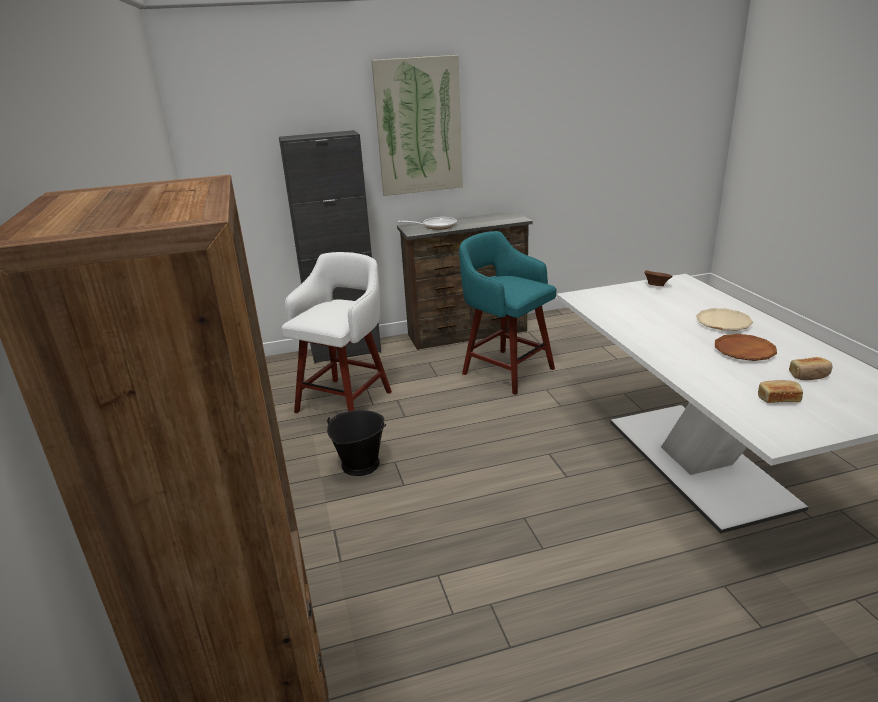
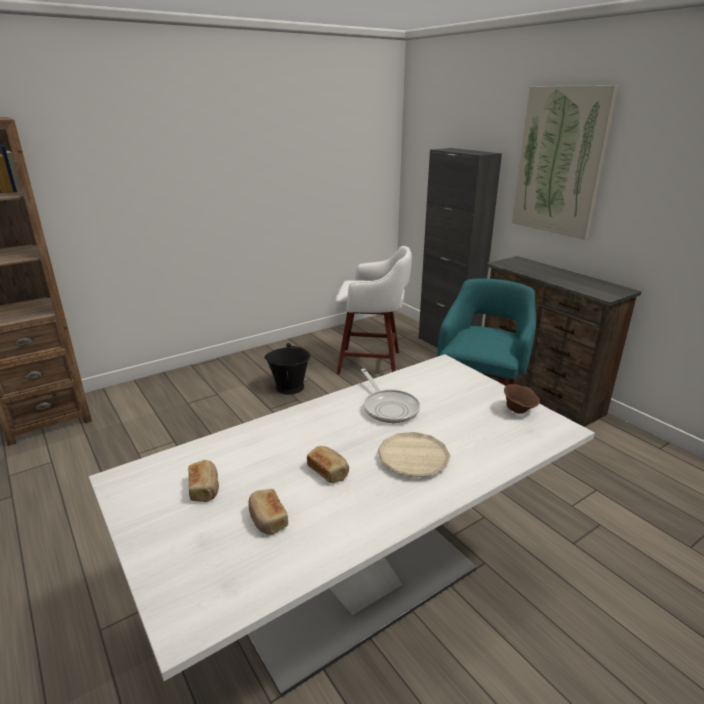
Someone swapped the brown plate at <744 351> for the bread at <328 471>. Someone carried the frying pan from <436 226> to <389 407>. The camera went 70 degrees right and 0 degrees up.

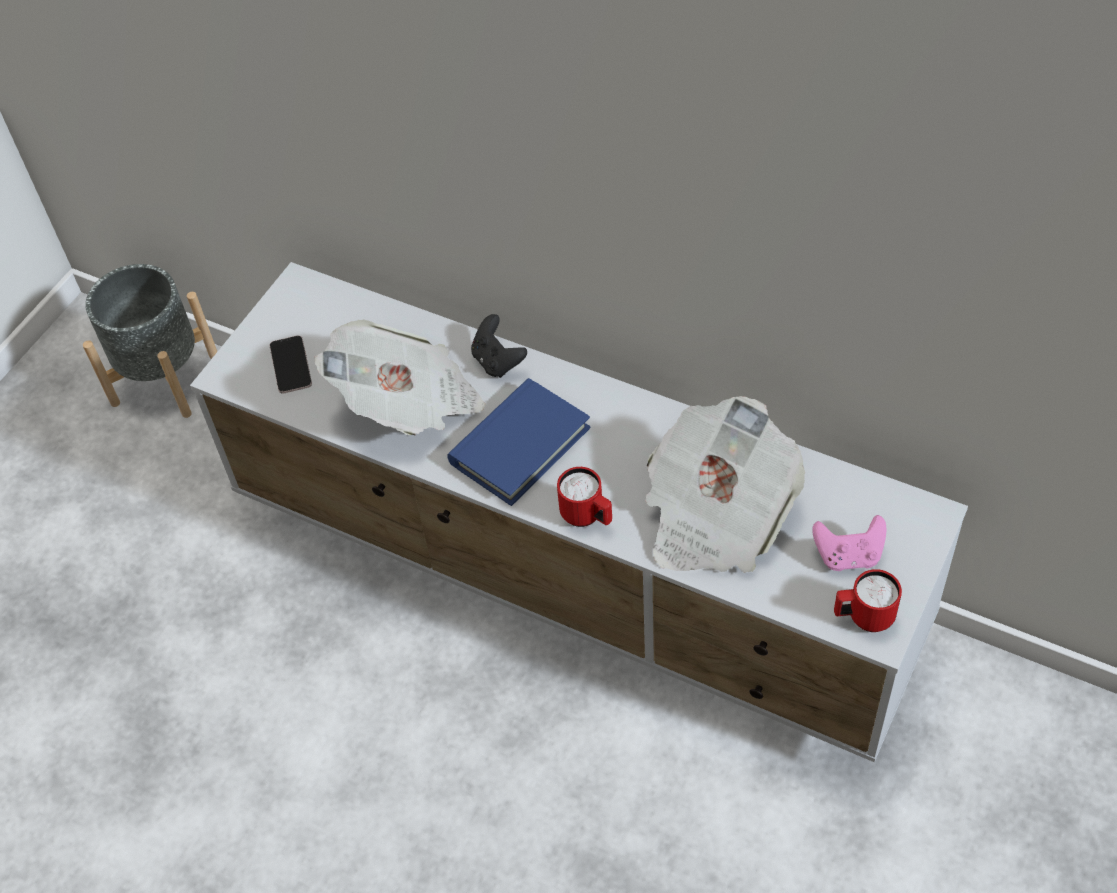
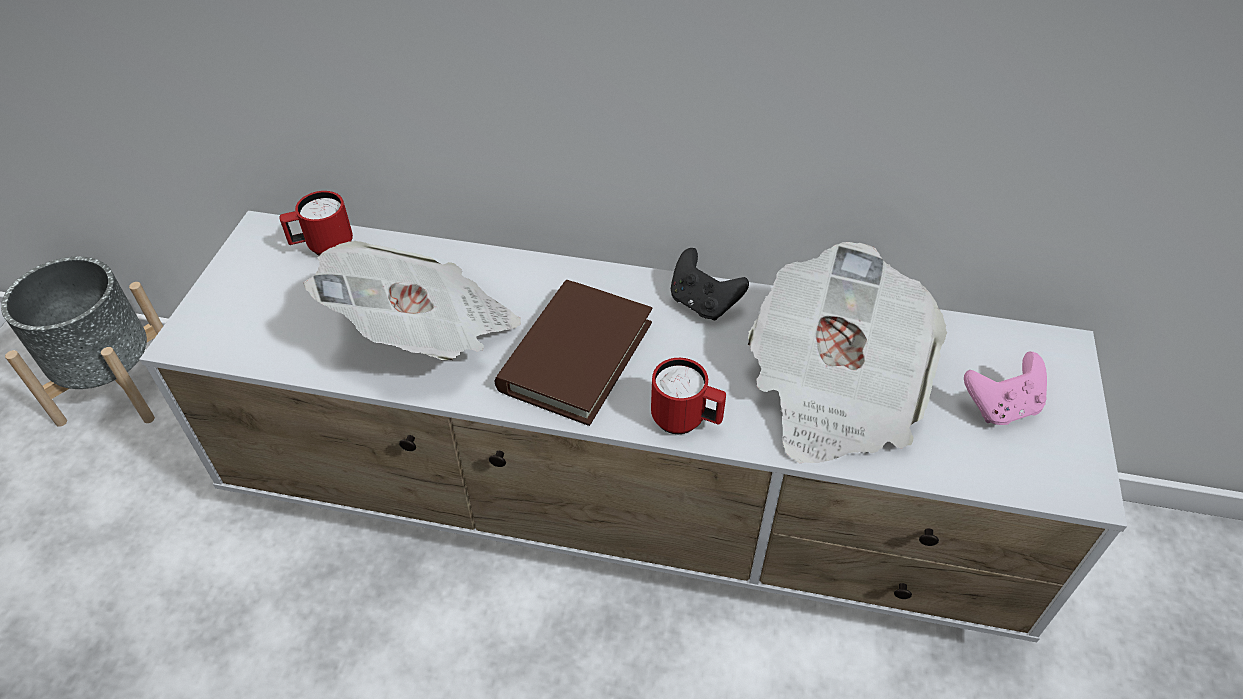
Someone carried the red mug from <863 617> to <323 248>. Someone repainted the blue book at <520 445>, which became the brown book at <576 356>. Someone carried the black game controller from <498 361> to <703 303>. Someone took away the phone at <290 365>. The camera went 20 degrees left and 5 degrees down.

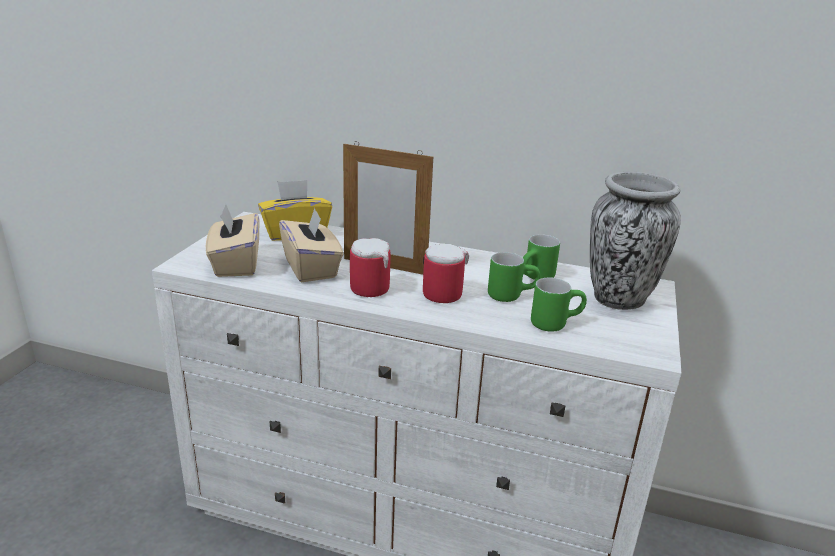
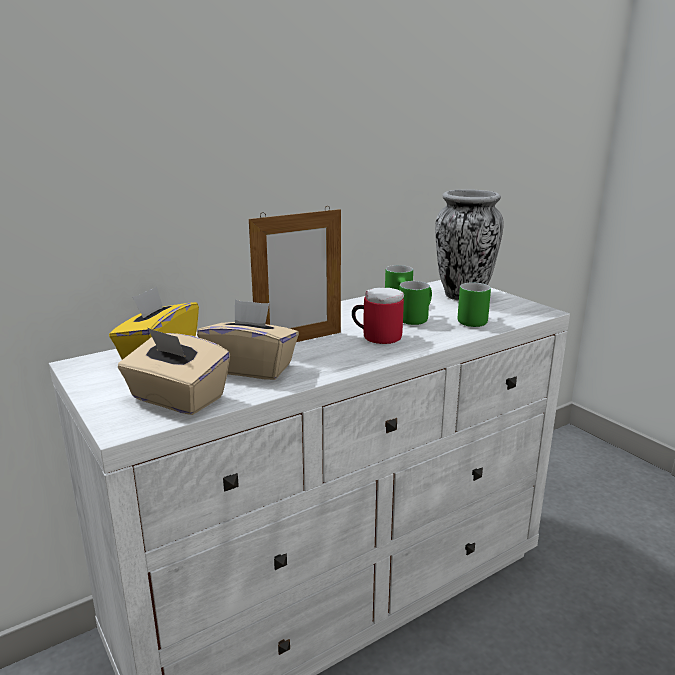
Someone took away the mug at <374 287>. The camera went 50 degrees left and 5 degrees down.

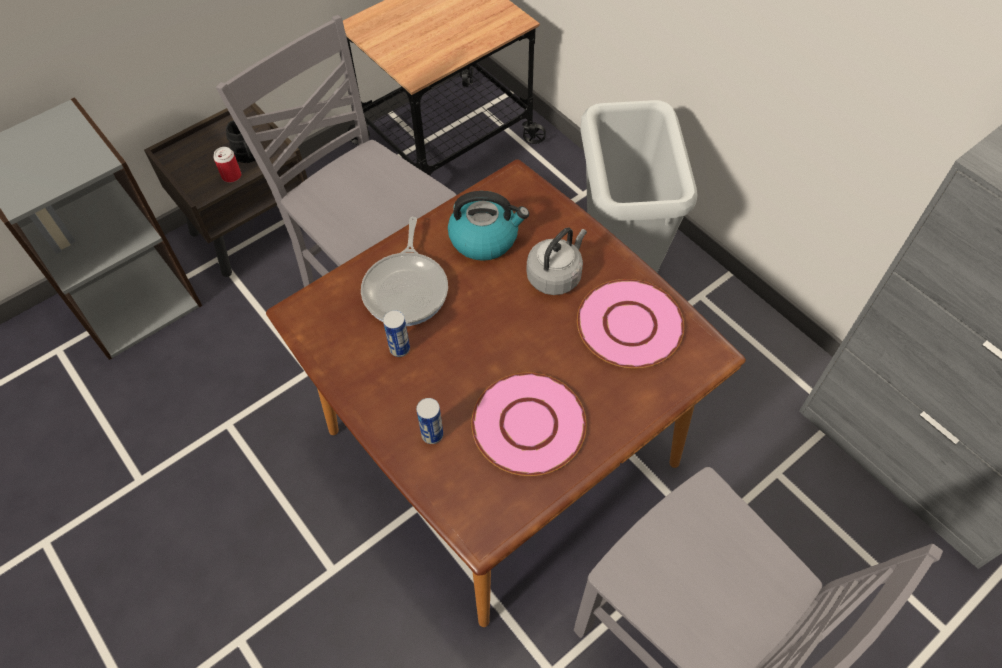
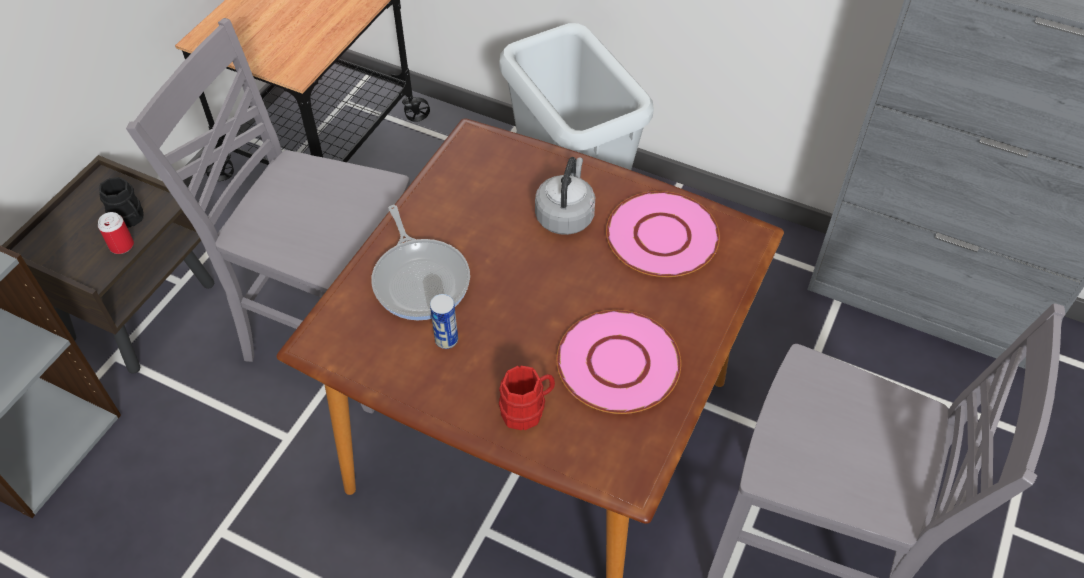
Someone swapped the can at <432 434> for the red mug at <528 409>. Someone took away the kettle at <485 238>. The camera went 25 degrees left and 5 degrees down.

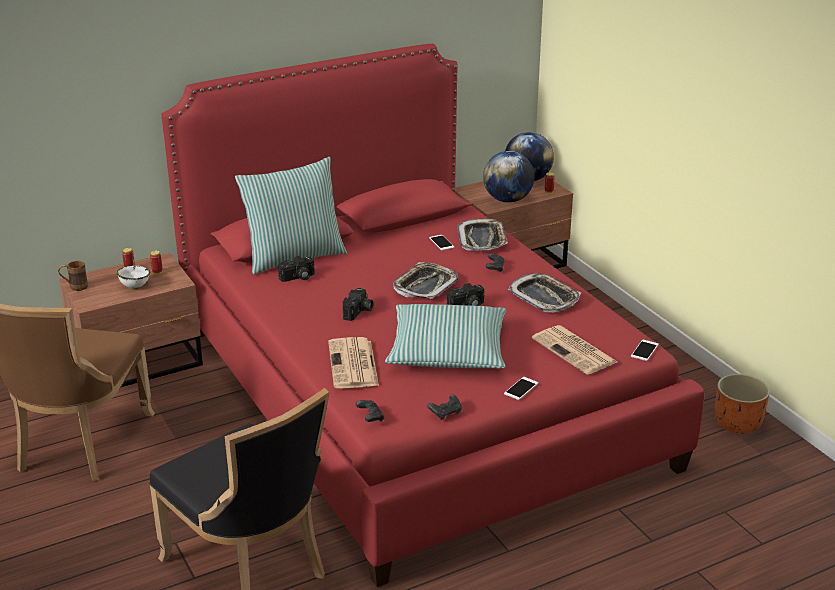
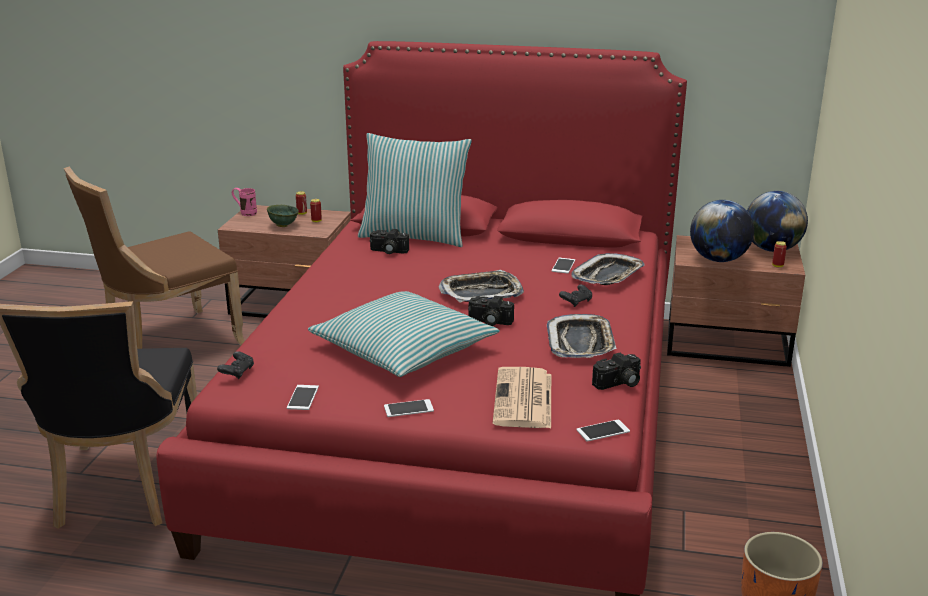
Someone repainted the brown mug at <74 287>, which became the pink mug at <245 213>. Someone repainted the white bowl at <134 287>, which became the green bowl at <283 225>. Someone swapped the black game controller at <445 413> for the phone at <303 397>. Someone carried the photo camera from <358 312> to <619 384>. Someone took away the newspaper at <353 365>. The camera went 40 degrees right and 5 degrees down.

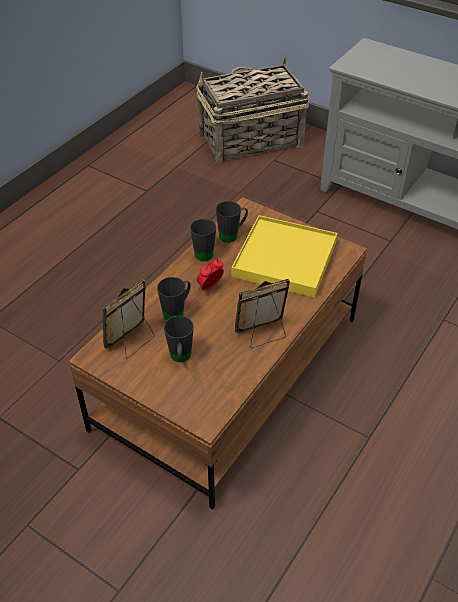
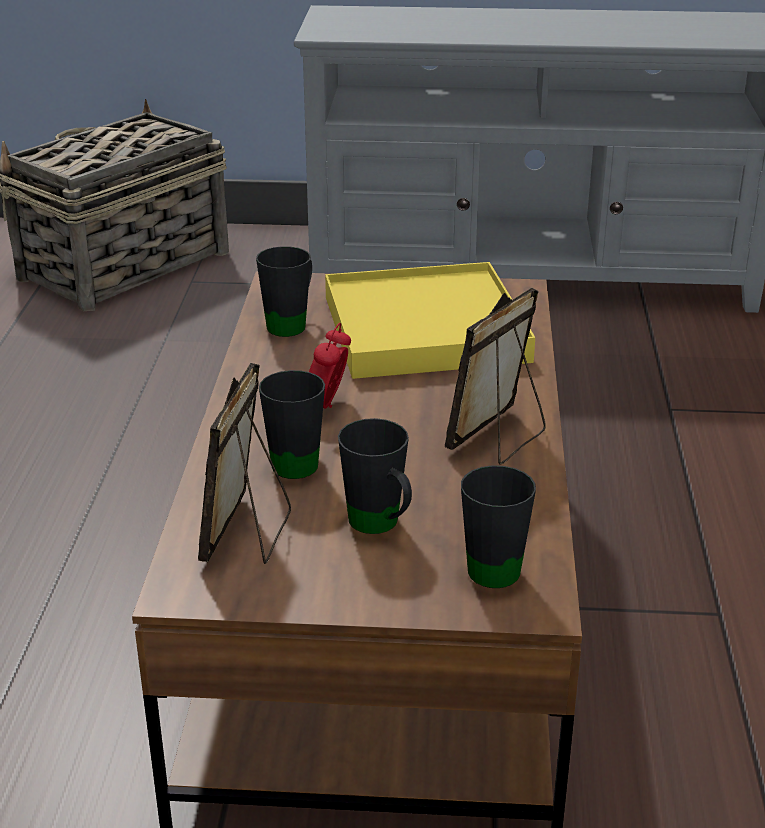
Someone carried the black mug from <204 251> to <486 563>. The camera went 30 degrees left and 15 degrees down.

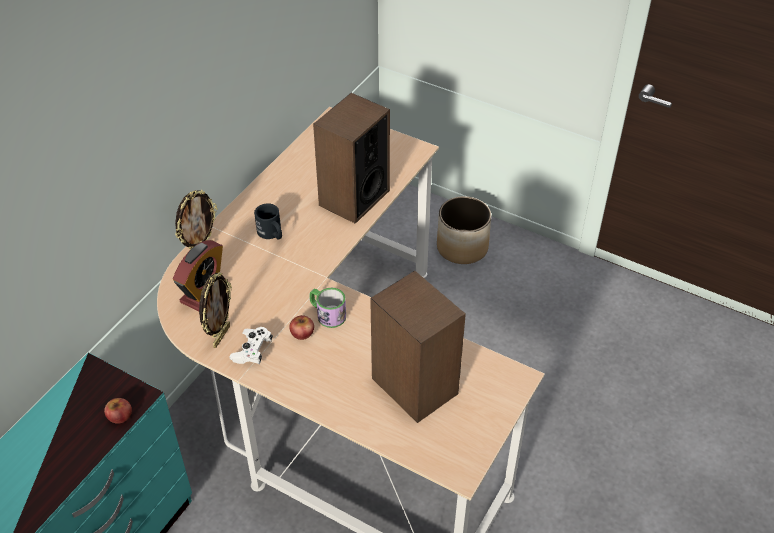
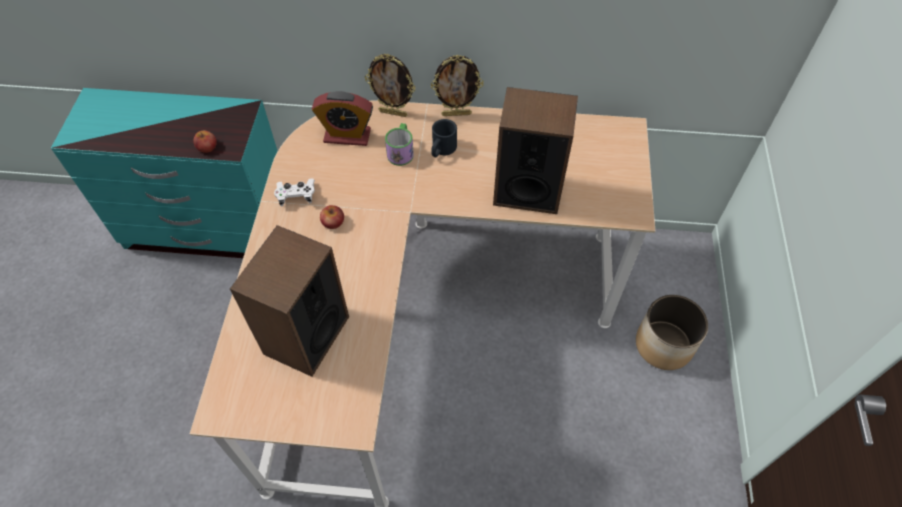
Someone carried the mug from <327 314> to <401 151>. Someone carried the picture frame from <221 336> to <456 114>. The camera went 65 degrees right and 10 degrees up.

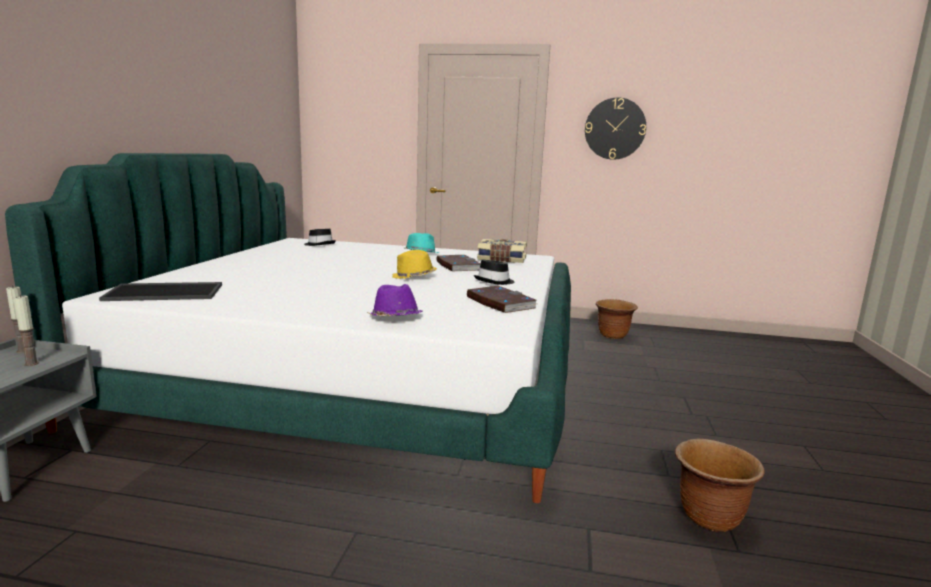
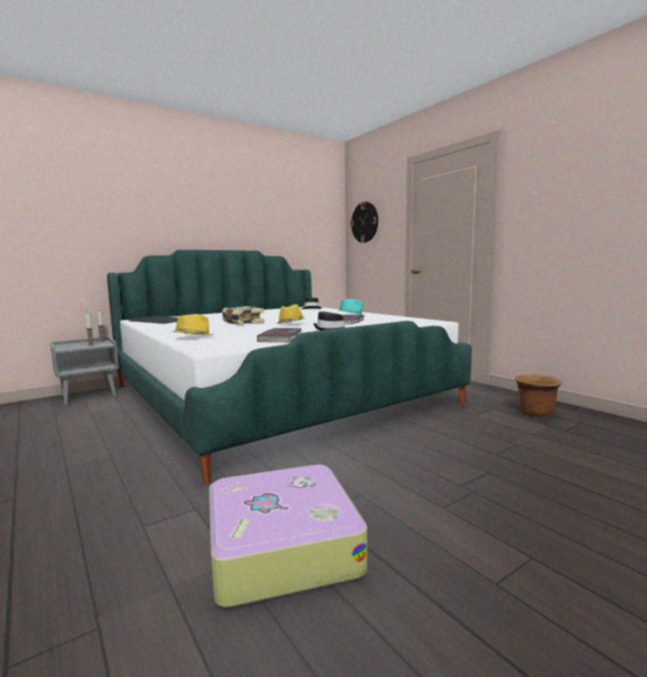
Someone repainted the purple hat at <395 319>, which became the yellow hat at <193 337>. Someone swapped the brown planter at <709 517> for the suitcase at <281 547>. Someone carried the book from <501 260> to <242 323>. Someone carried the wall clock from <615 129> to <365 222>. The camera went 45 degrees right and 5 degrees down.

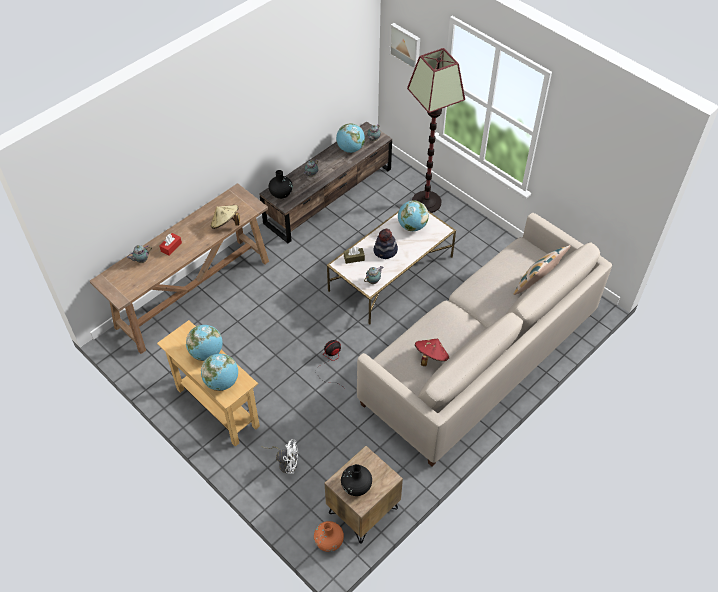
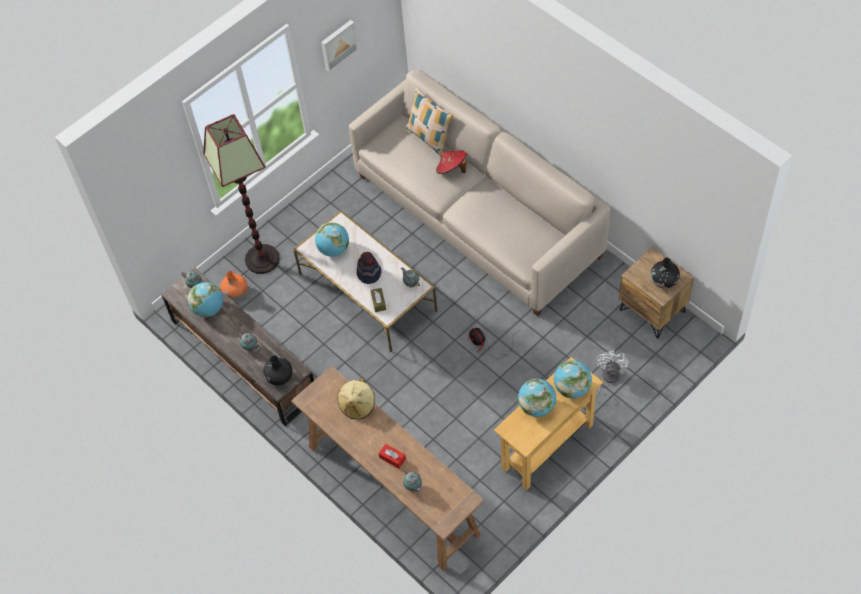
Someone carried the orange vase from <329 541> to <236 292>. Someone carried the picture from <406 45> to <338 44>. Someone carried the red hat from <430 357> to <452 169>. The camera went 85 degrees left and 5 degrees up.

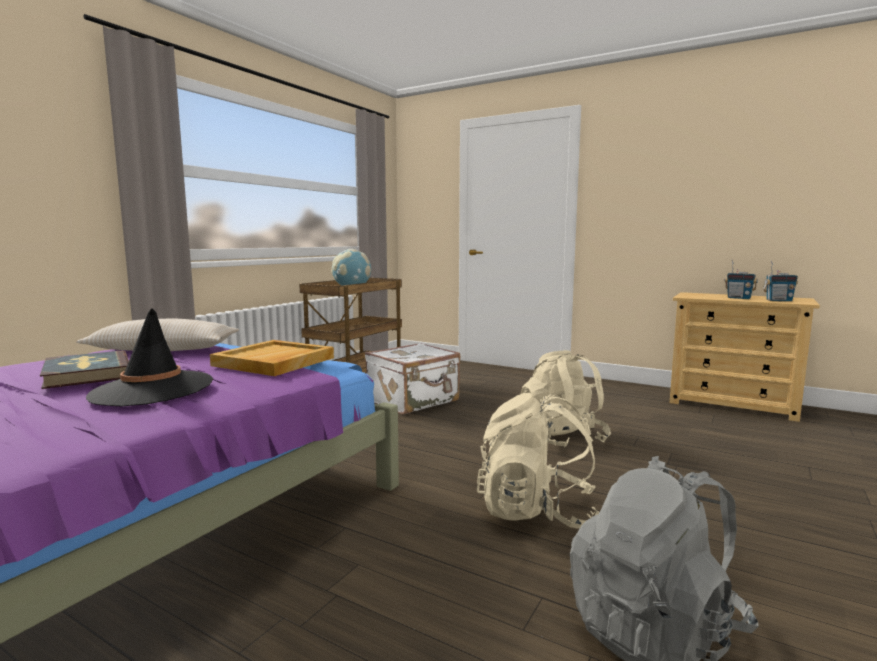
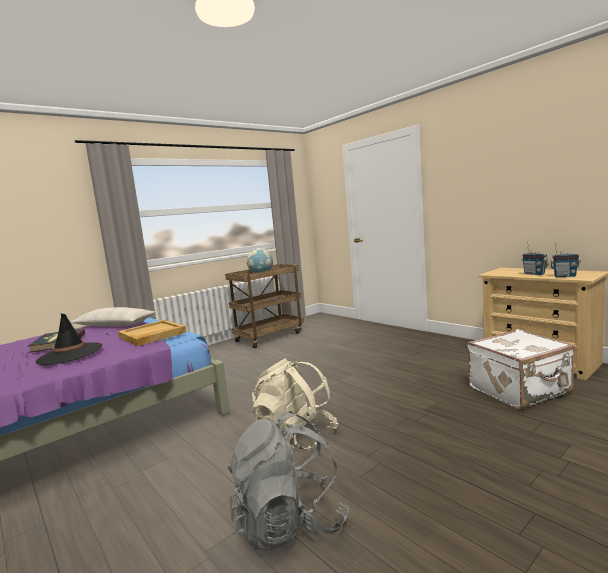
Someone carried the white suitcase from <414 401> to <520 391>. Someone took away the beige backpack at <561 437>. The camera went 20 degrees right and 0 degrees up.

